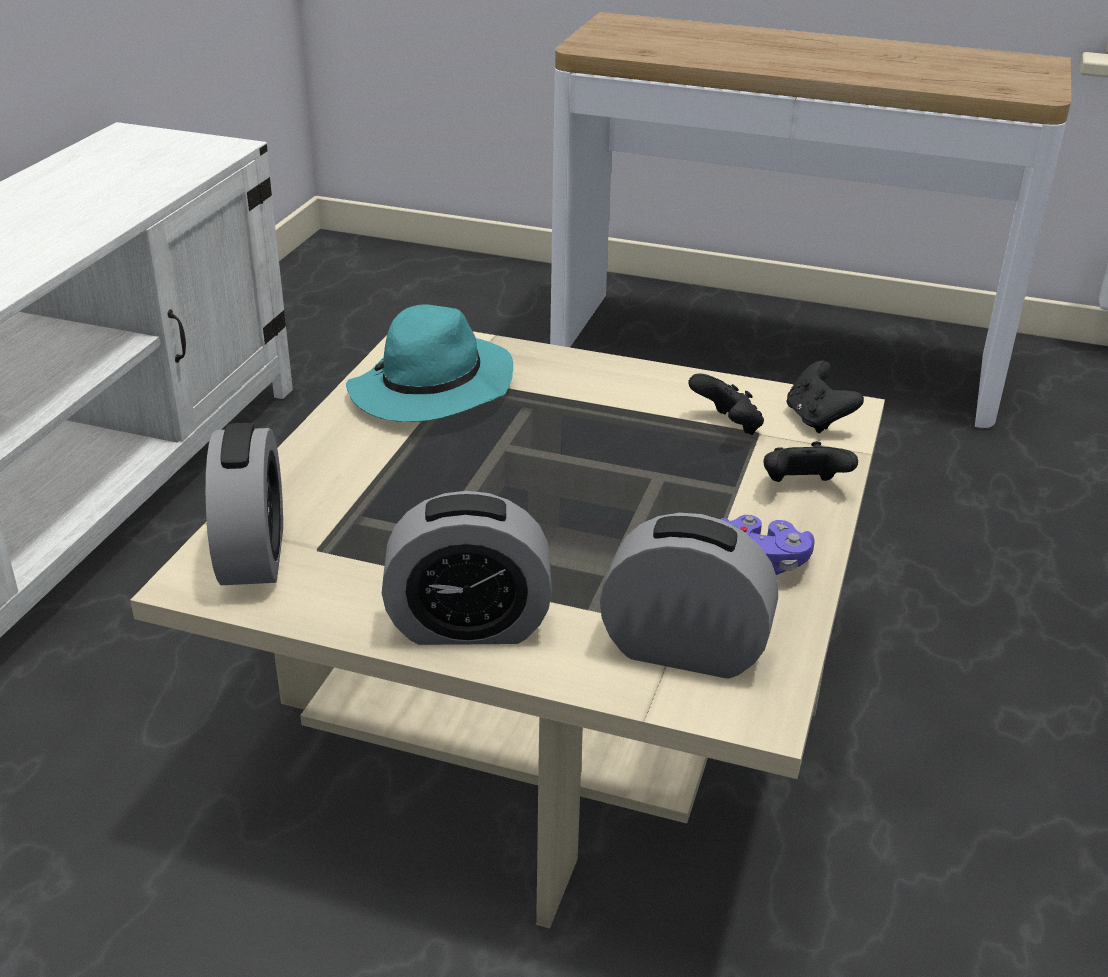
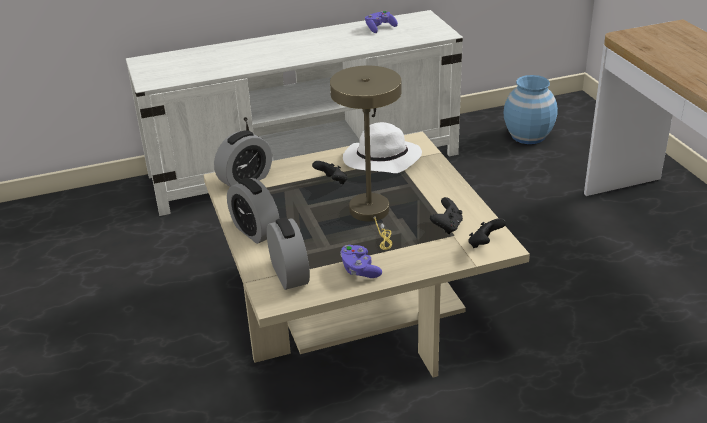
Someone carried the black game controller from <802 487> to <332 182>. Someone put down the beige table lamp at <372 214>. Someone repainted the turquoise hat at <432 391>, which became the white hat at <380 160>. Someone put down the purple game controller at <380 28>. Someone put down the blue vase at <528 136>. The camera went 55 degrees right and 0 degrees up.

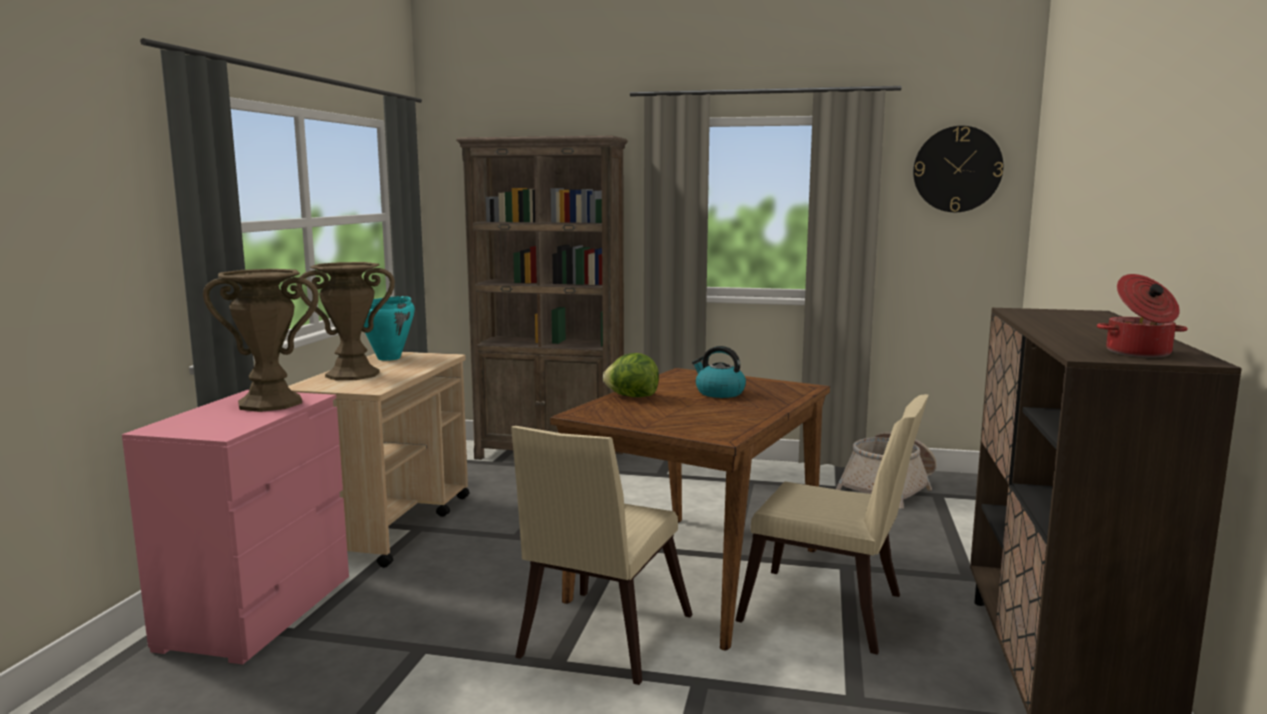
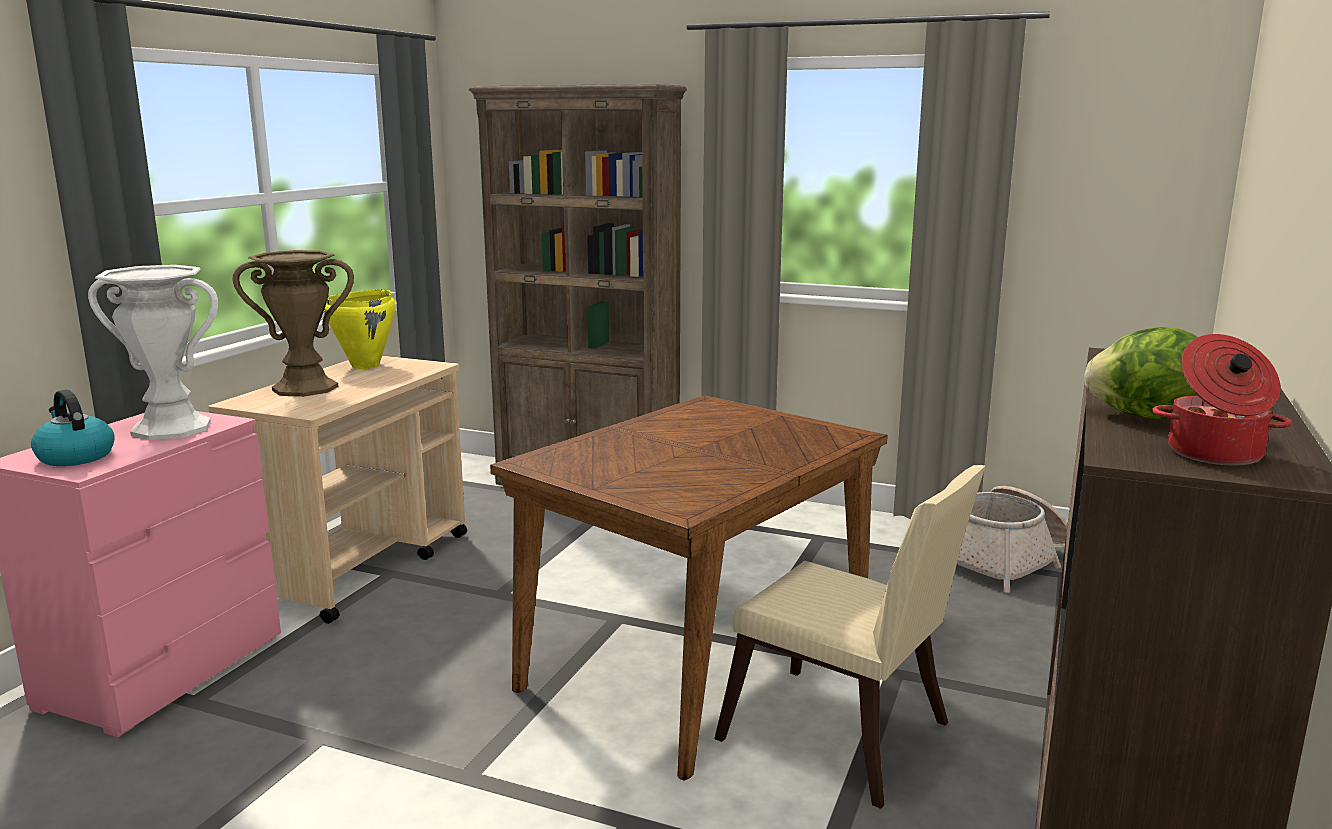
Someone carried the kettle from <719 393> to <75 457>. Someone repainted the brown vase at <270 403>, which became the white vase at <171 429>. Someone repainted the turquoise cooking pot at <389 358>, which became the yellow cooking pot at <366 365>. Someone carried the lettuce from <632 397> to <1146 417>. Someone took away the beige chair at <599 641>. Someone took away the wall clock at <957 169>. The camera went 10 degrees right and 5 degrees up.

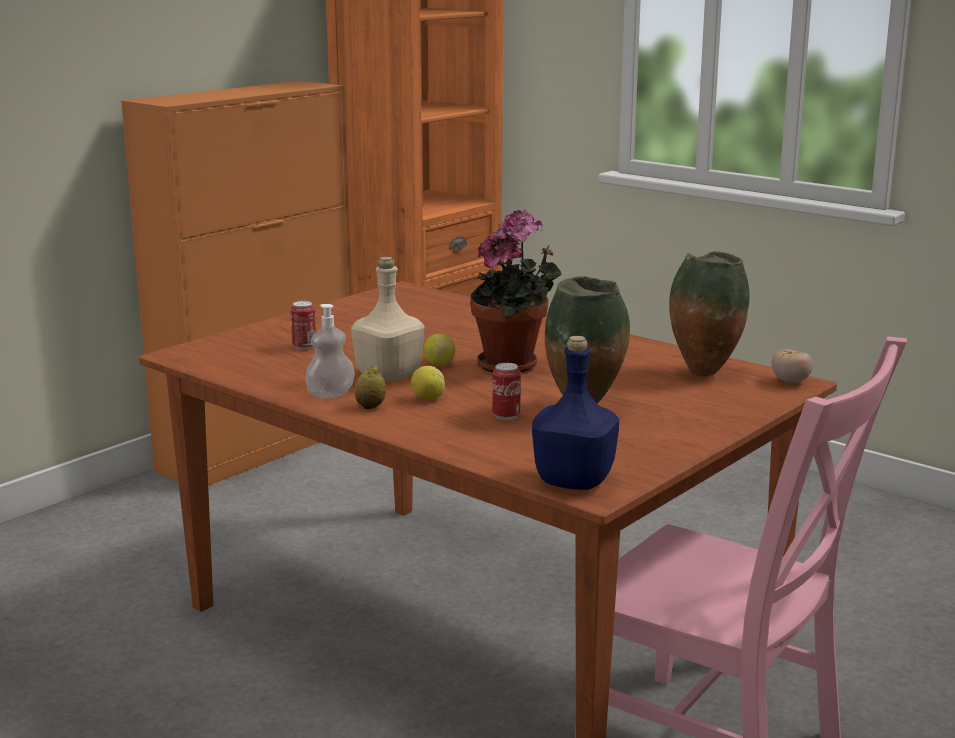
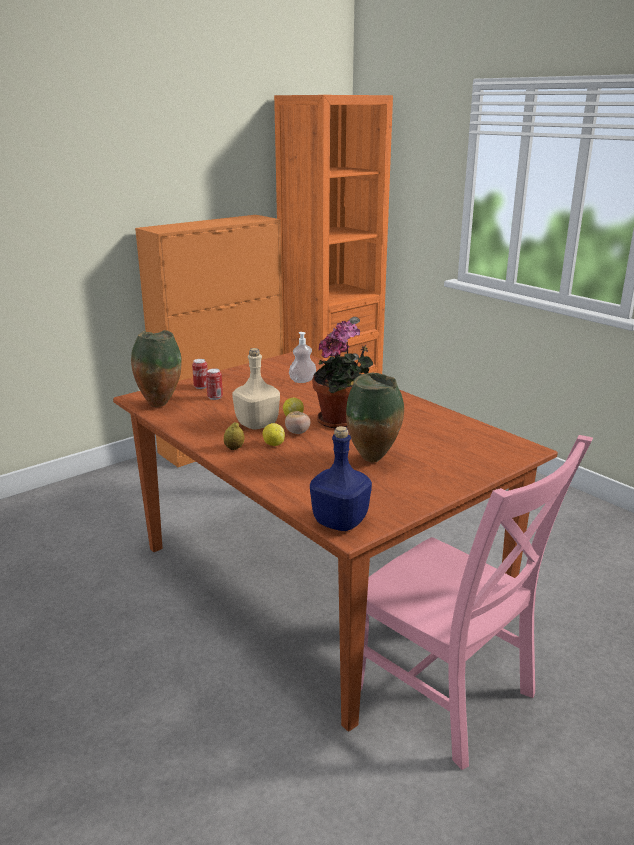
Someone carried the vase from <703 373> to <160 404>. Someone carried the can from <506 416> to <201 387>. Someone carried the tomato from <790 381> to <297 432>. Someone carried the soap dispenser from <330 394> to <302 381>. The camera went 10 degrees right and 5 degrees up.

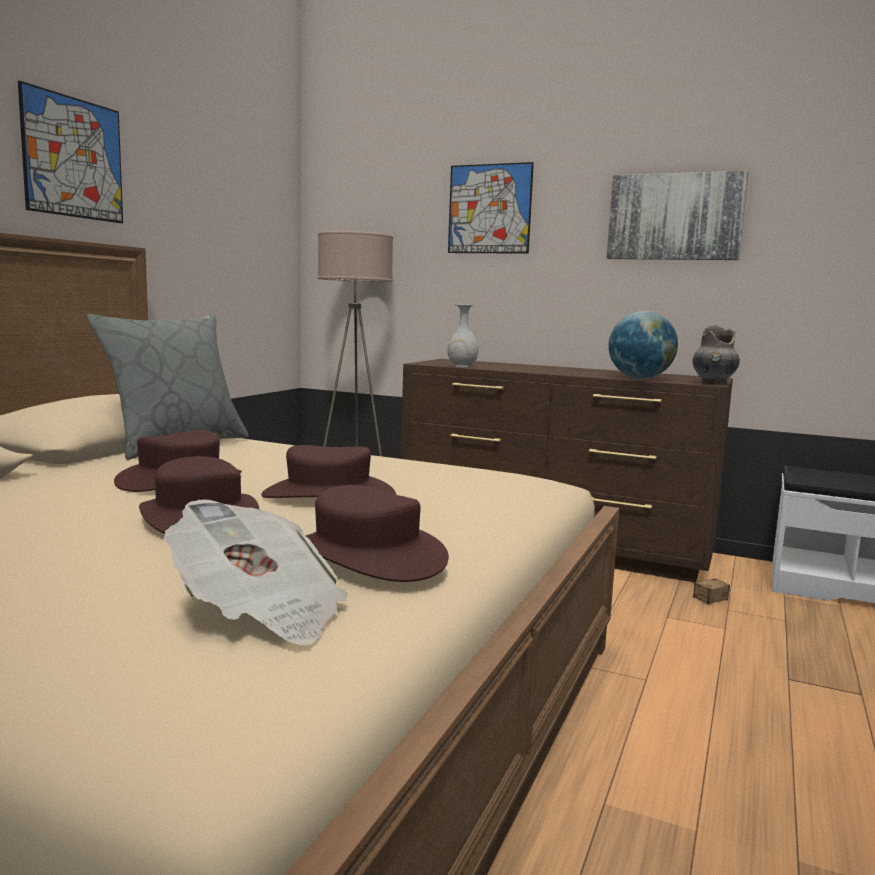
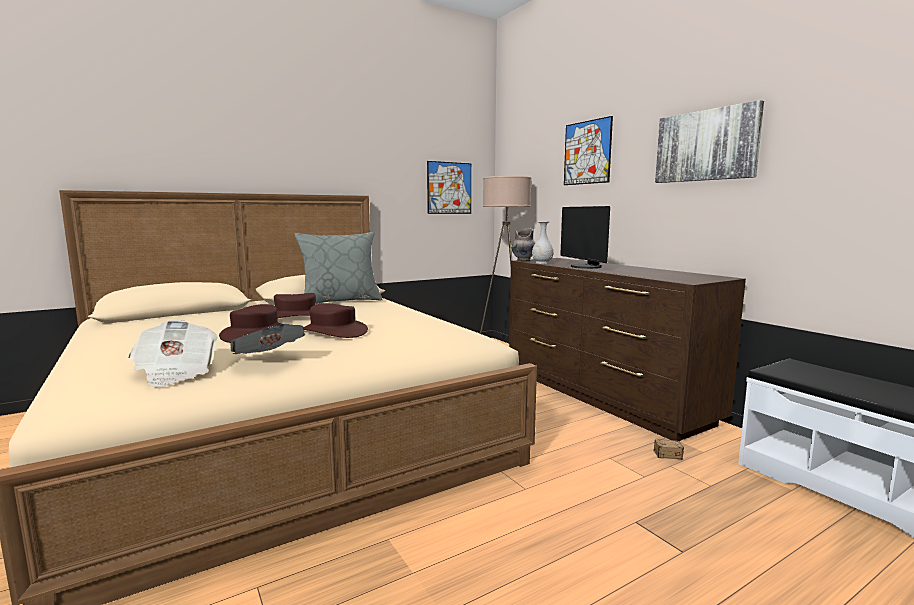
Someone swapped the brown hat at <367 555> for the newspaper at <269 360>. Someone carried the picture from <73 158> to <449 188>. Someone carried the grey vase from <713 384> to <523 260>. Someone put down the monitor at <584 267>. Someone took away the globe at <640 378>. The camera went 35 degrees right and 0 degrees up.

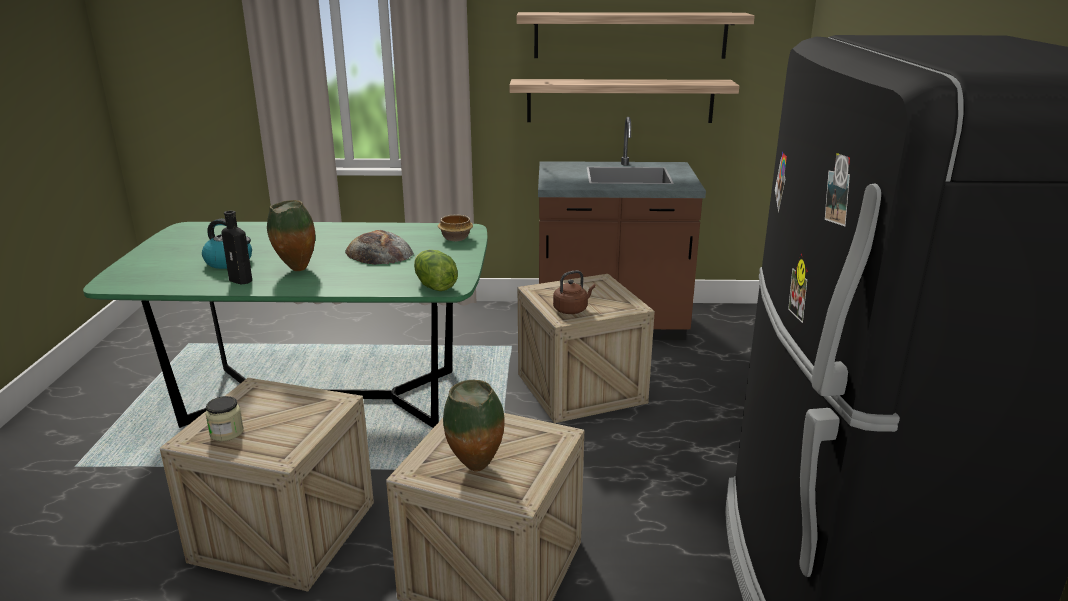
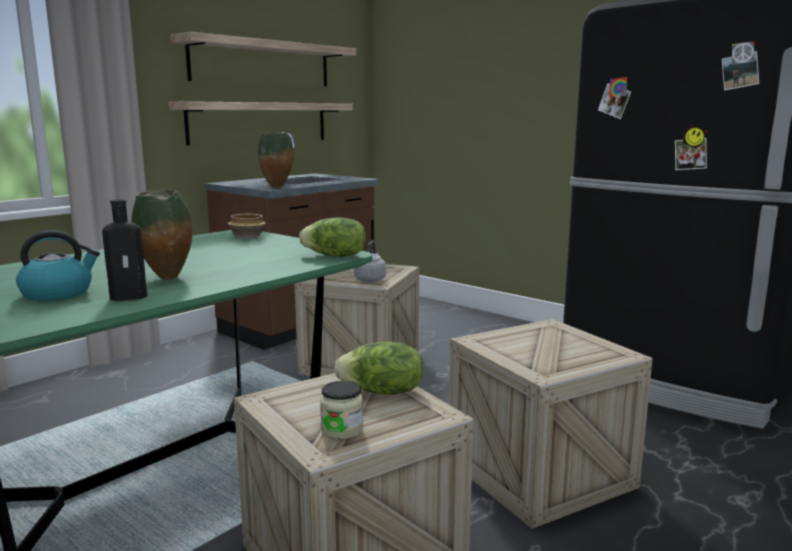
Someone carried the vase from <476 469> to <277 187>. Someone put down the lettuce at <382 392>. Someone repainted the brown kettle at <572 310>, which became the grey kettle at <370 279>. Someone took away the bread at <379 253>. The camera went 50 degrees left and 10 degrees down.

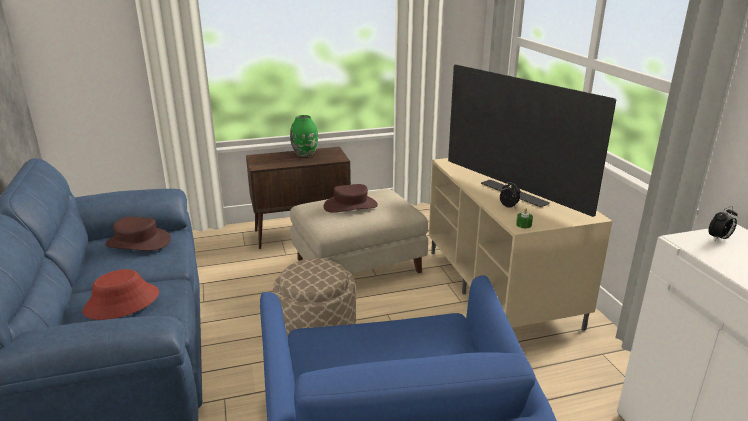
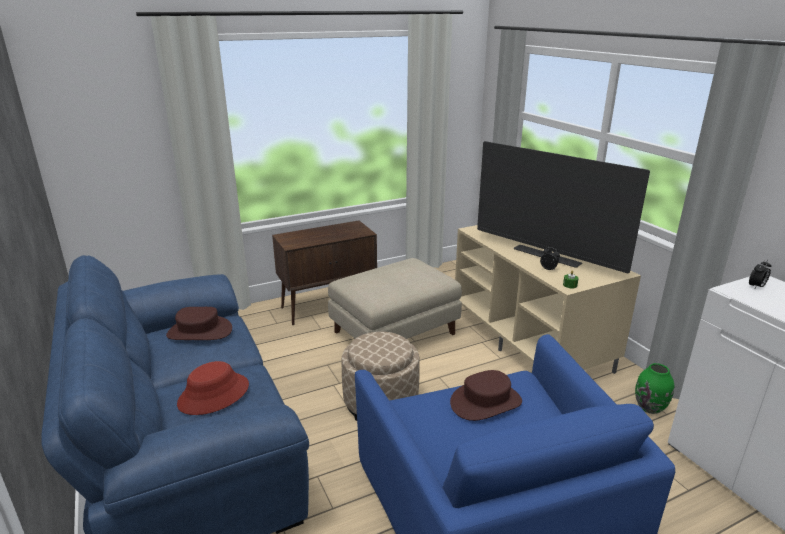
Someone carried the brown hat from <350 205> to <485 402>. Someone carried the green vase from <305 154> to <650 407>. The camera went 10 degrees left and 0 degrees up.

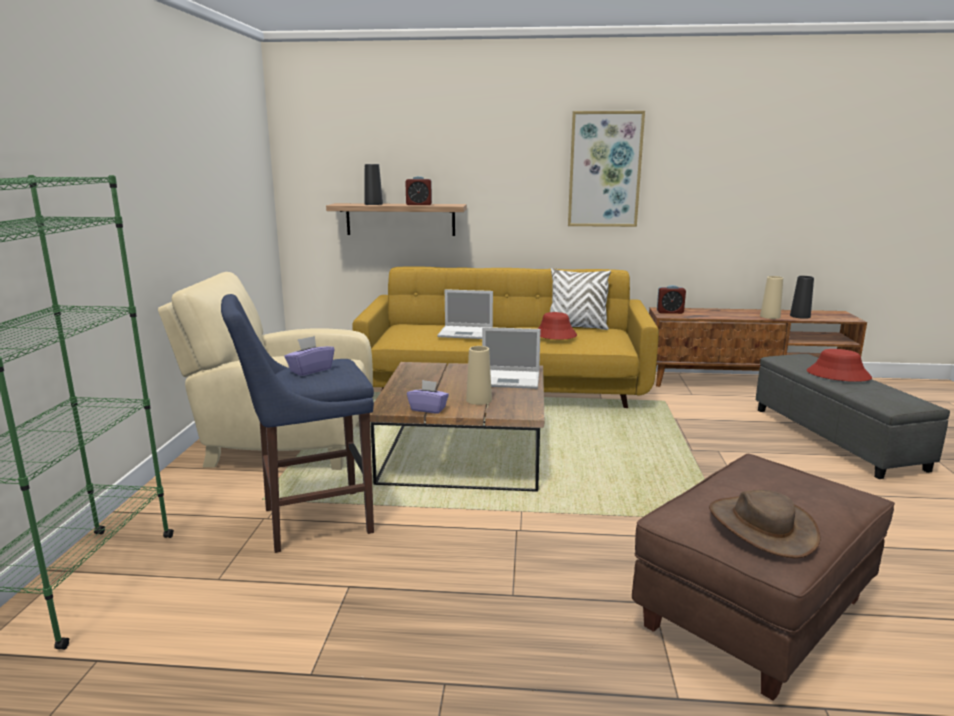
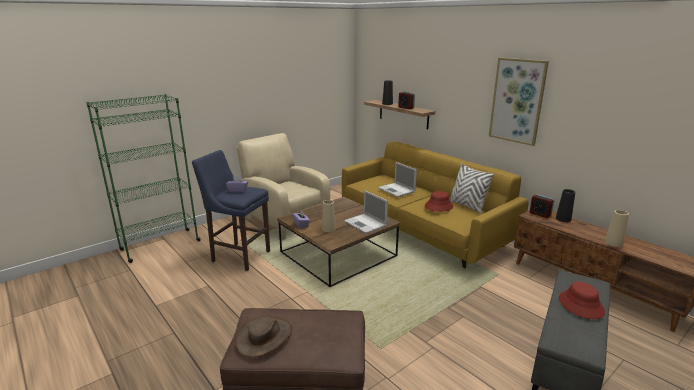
Someone carried the black vase from <800 316> to <563 219>. The camera went 45 degrees right and 5 degrees up.

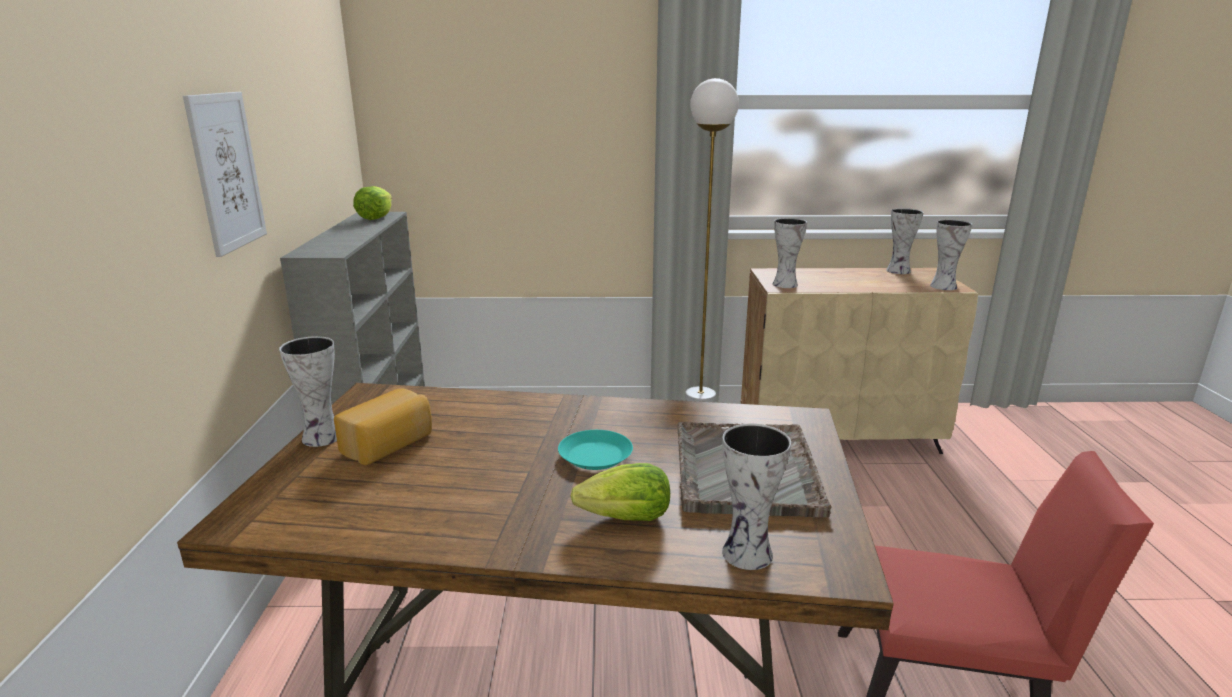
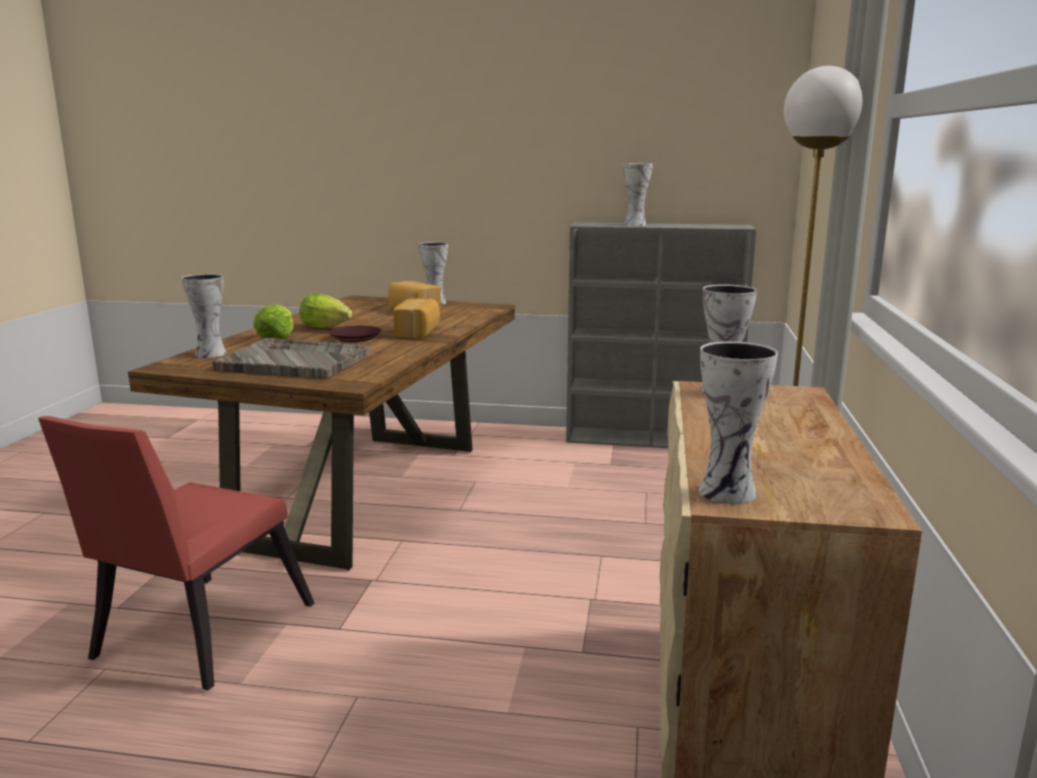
Someone carried the lettuce from <375 218> to <325 327>. Someone repainted the turquoise plate at <595 456>, which became the brown plate at <354 337>. Someone put down the bread at <418 332>. Someone carried the vase from <898 271> to <634 225>. Someone took away the picture at <226 172>. The camera went 100 degrees right and 5 degrees down.

